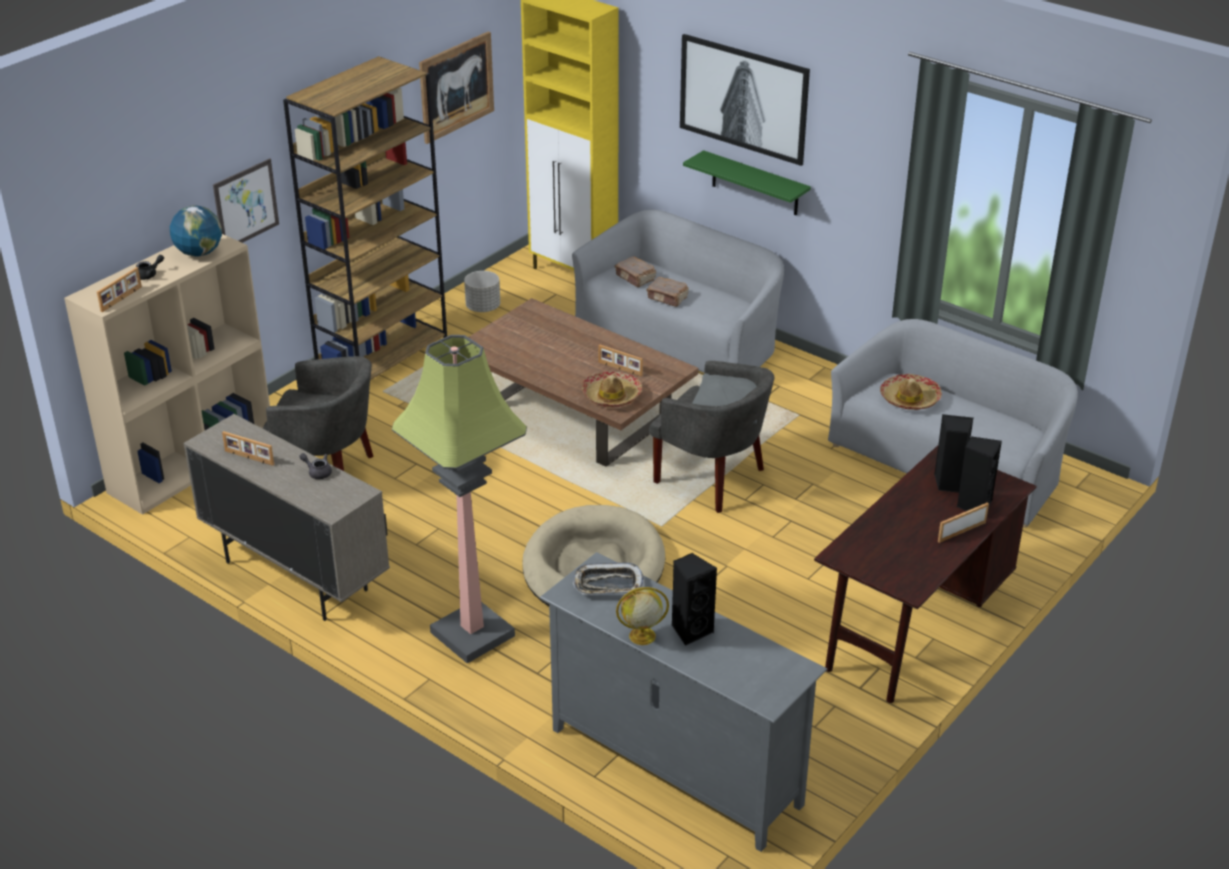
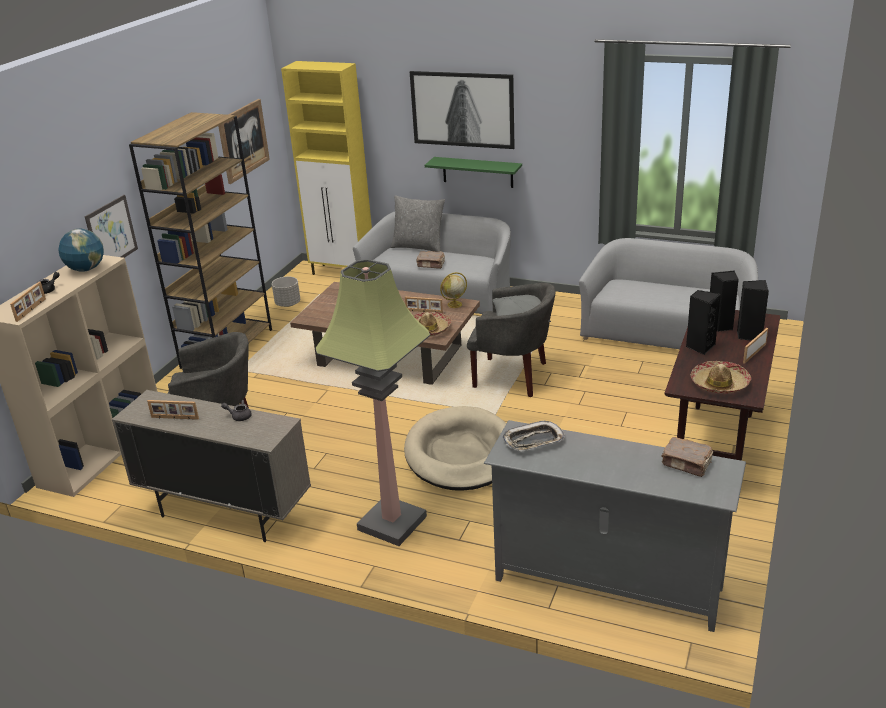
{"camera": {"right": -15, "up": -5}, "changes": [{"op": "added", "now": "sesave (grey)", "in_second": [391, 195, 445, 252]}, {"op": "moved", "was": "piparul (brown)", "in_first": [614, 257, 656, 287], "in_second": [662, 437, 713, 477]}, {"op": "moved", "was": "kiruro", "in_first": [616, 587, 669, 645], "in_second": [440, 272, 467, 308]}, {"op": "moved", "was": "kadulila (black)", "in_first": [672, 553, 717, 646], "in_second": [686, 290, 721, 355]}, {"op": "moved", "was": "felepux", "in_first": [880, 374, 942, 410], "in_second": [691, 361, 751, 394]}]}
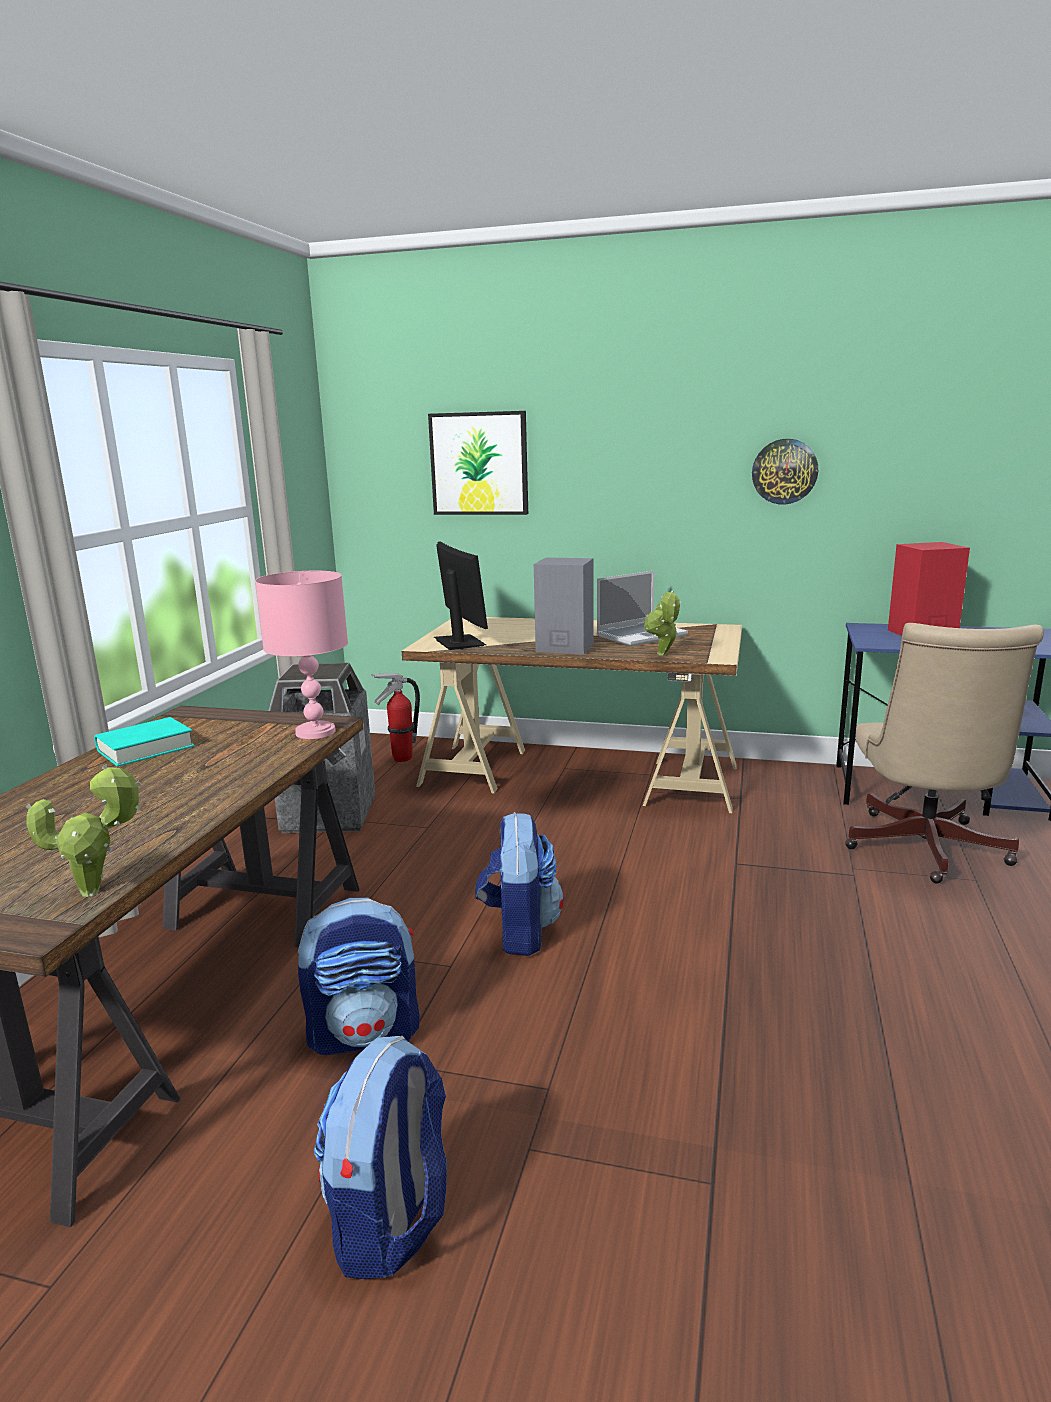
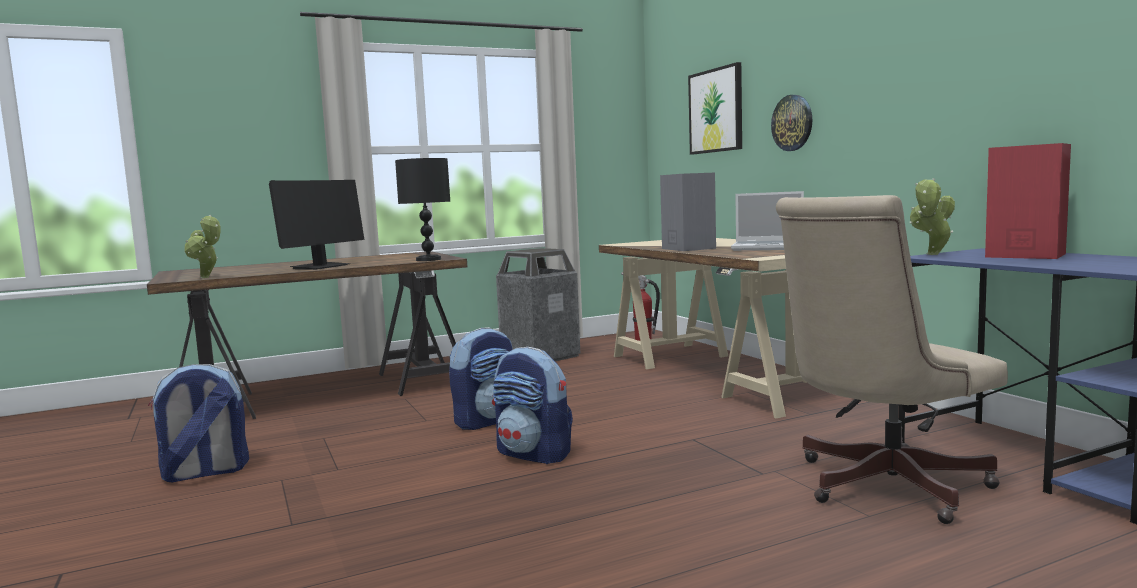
{"camera": {"right": 50, "up": -10}, "changes": [{"op": "removed", "was": "piparul (turquoise)", "in_first": [94, 717, 194, 767]}, {"op": "moved", "was": "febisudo", "in_first": [298, 897, 419, 1055], "in_second": [493, 347, 573, 464]}, {"op": "moved", "was": "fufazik", "in_first": [434, 541, 488, 650], "in_second": [269, 180, 364, 270]}, {"op": "moved", "was": "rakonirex", "in_first": [644, 591, 681, 655], "in_second": [910, 178, 955, 255]}, {"op": "moved", "was": "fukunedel", "in_first": [752, 439, 818, 504], "in_second": [771, 95, 812, 151]}, {"op": "recoloured", "was": "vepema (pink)", "now": "vepema (black)", "in_first": [255, 571, 348, 739], "in_second": [395, 158, 451, 261]}]}
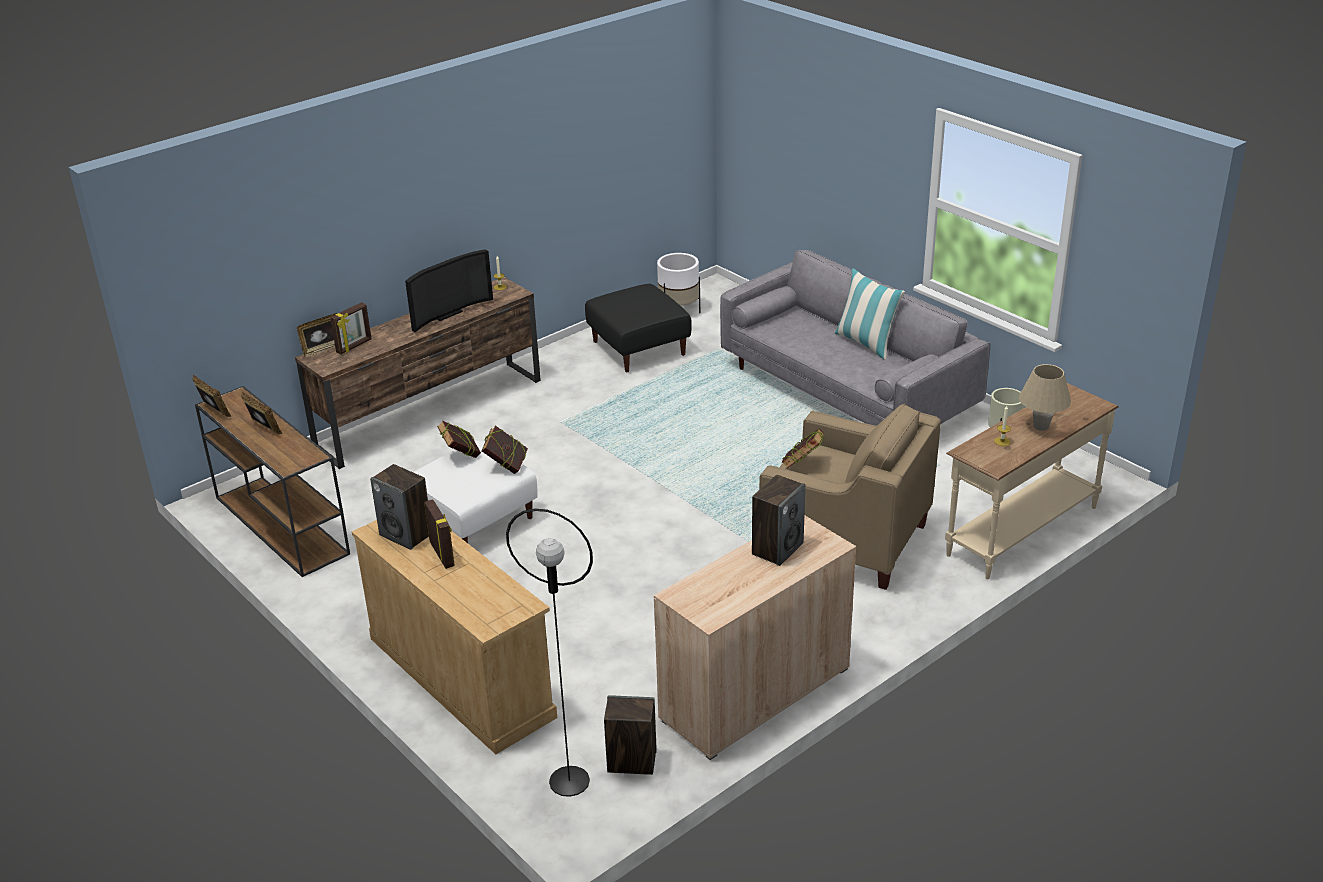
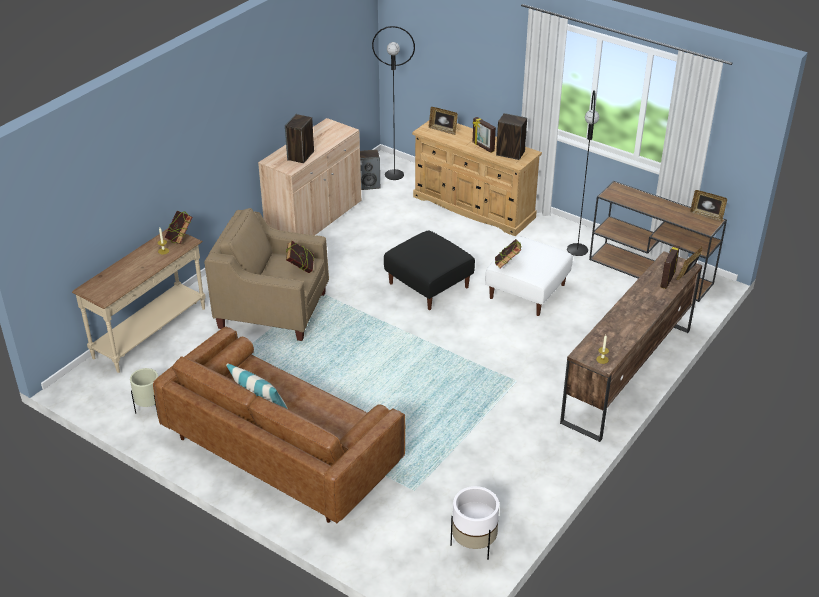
{"camera": {"right": 165, "up": 5}, "changes": [{"op": "removed", "was": "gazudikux", "in_first": [405, 249, 493, 332]}, {"op": "removed", "was": "vepema (beige)", "in_first": [1019, 364, 1071, 431]}, {"op": "added", "now": "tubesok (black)", "in_second": [567, 90, 600, 256]}, {"op": "moved", "was": "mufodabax", "in_first": [241, 392, 282, 434], "in_second": [429, 107, 458, 135]}, {"op": "moved", "was": "piparul", "in_first": [437, 421, 481, 458], "in_second": [164, 211, 192, 244]}, {"op": "moved", "was": "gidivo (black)", "in_first": [585, 284, 692, 372], "in_second": [384, 230, 475, 310]}, {"op": "recoloured", "was": "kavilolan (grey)", "now": "kavilolan (brown)", "in_first": [720, 250, 991, 426], "in_second": [153, 326, 405, 524]}]}
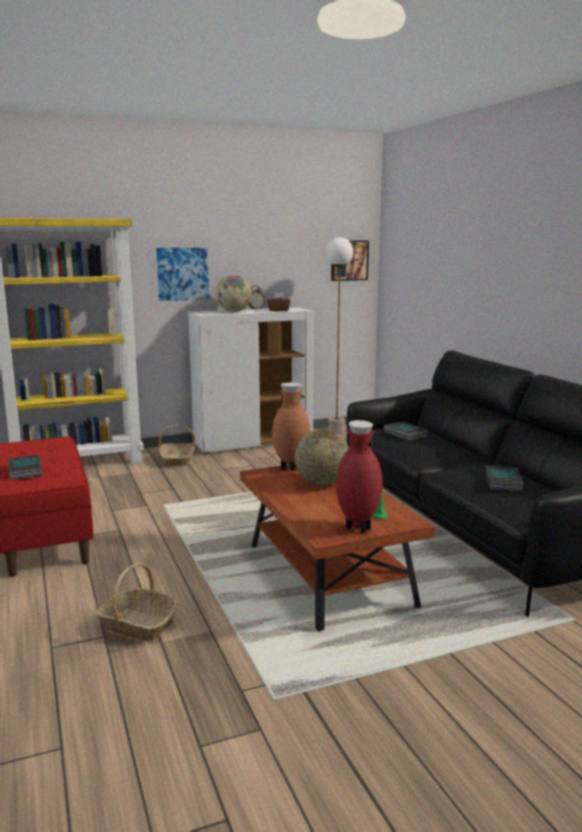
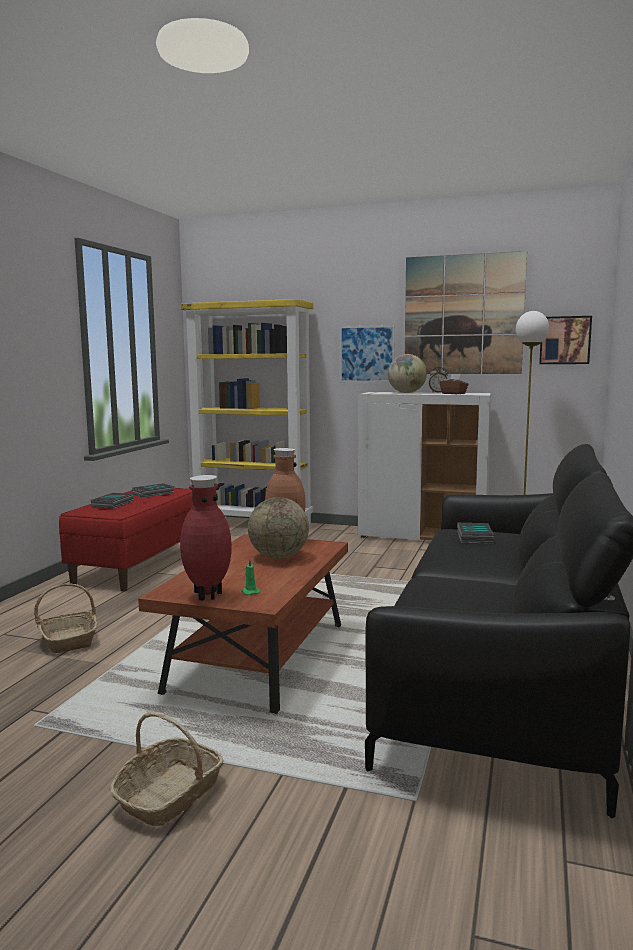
{"camera": {"right": 40, "up": -5}, "changes": [{"op": "added", "now": "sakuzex", "in_second": [405, 251, 527, 374]}, {"op": "moved", "was": "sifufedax", "in_first": [159, 425, 196, 466], "in_second": [109, 711, 224, 826]}, {"op": "moved", "was": "piparul", "in_first": [485, 466, 524, 492], "in_second": [132, 483, 175, 498]}]}
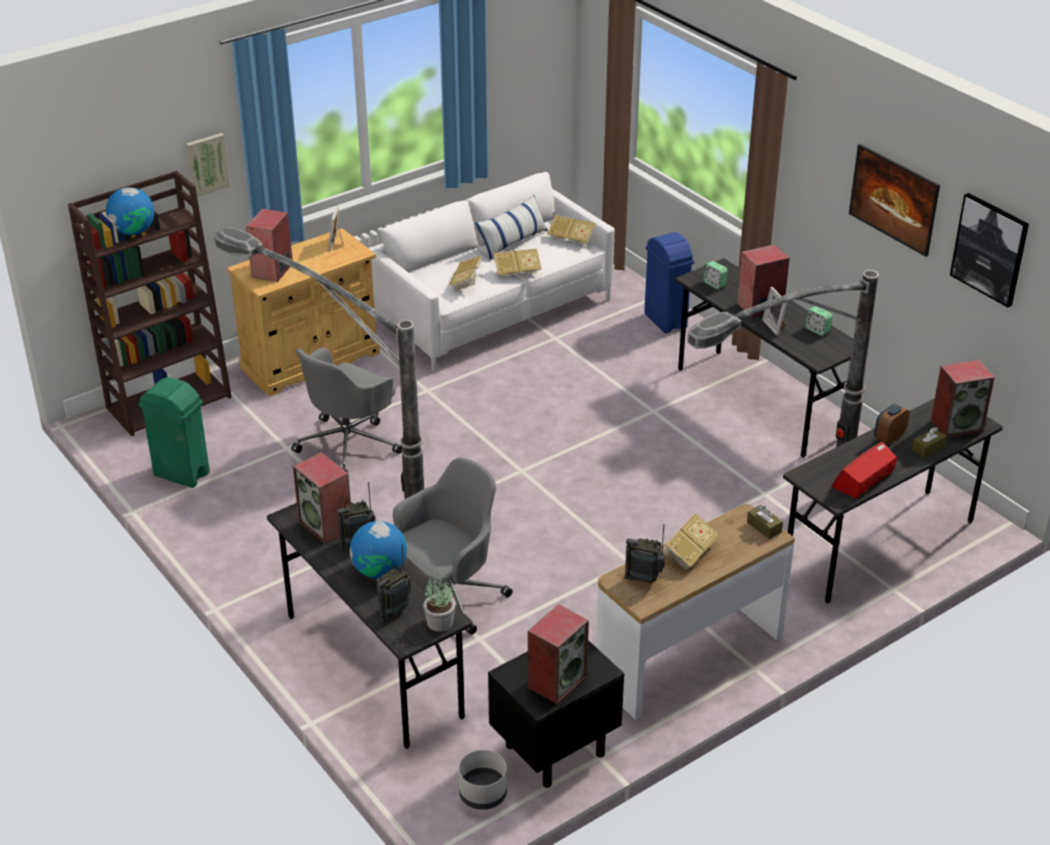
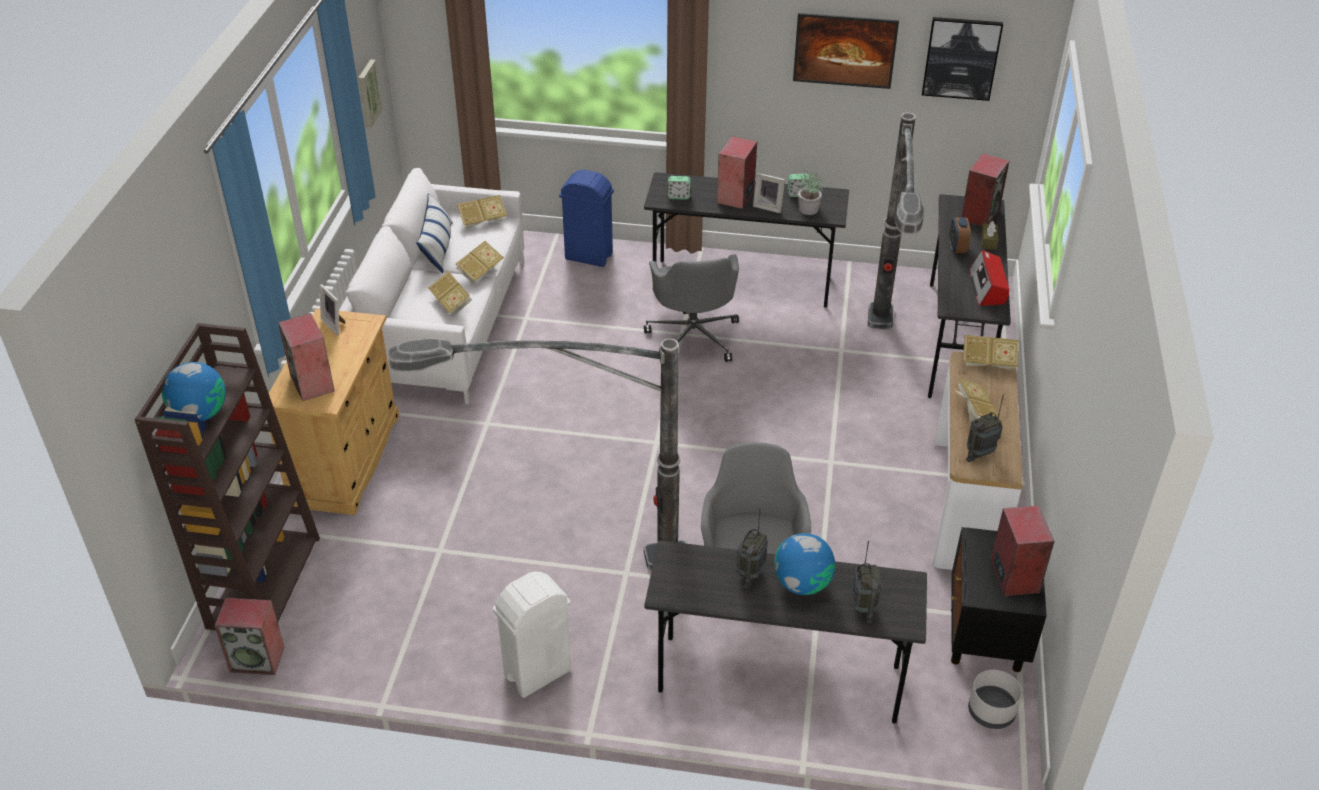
{"camera": {"right": -45, "up": 5}, "changes": [{"op": "removed", "was": "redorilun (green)", "in_first": [139, 377, 210, 488]}, {"op": "added", "now": "redorilun (white)", "in_second": [493, 572, 571, 698]}, {"op": "moved", "was": "sakuzex", "in_first": [186, 133, 230, 197], "in_second": [358, 59, 383, 128]}, {"op": "moved", "was": "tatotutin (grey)", "in_first": [292, 348, 403, 473], "in_second": [644, 254, 739, 362]}, {"op": "moved", "was": "kadulila", "in_first": [293, 452, 351, 544], "in_second": [214, 598, 284, 675]}, {"op": "moved", "was": "rakonirex", "in_first": [423, 572, 455, 632], "in_second": [798, 170, 823, 215]}, {"op": "replaced", "was": "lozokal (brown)", "now": "piparul", "in_first": [747, 505, 783, 539], "in_second": [963, 335, 1019, 370]}]}
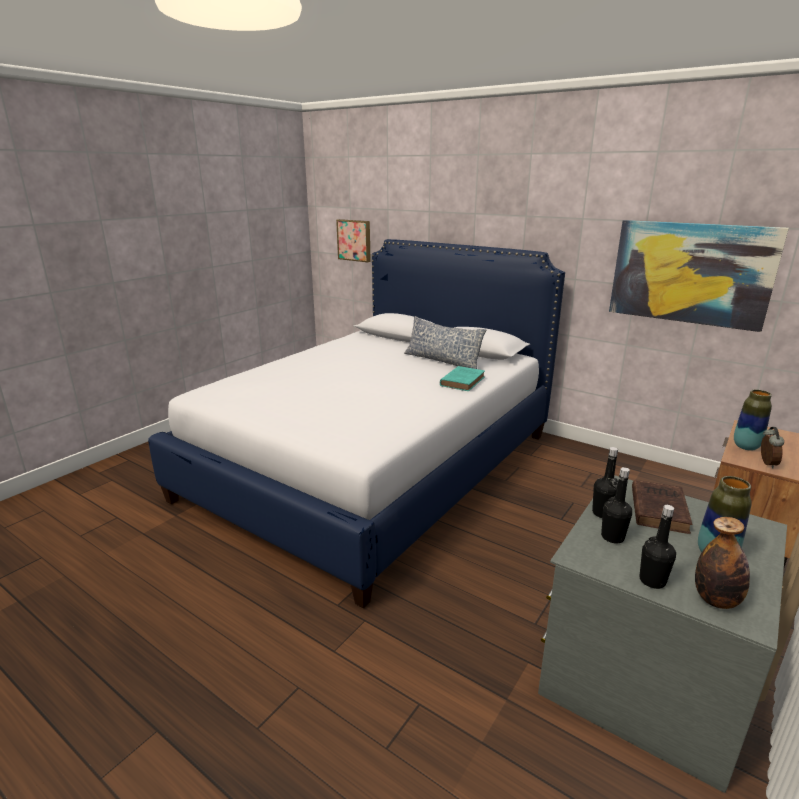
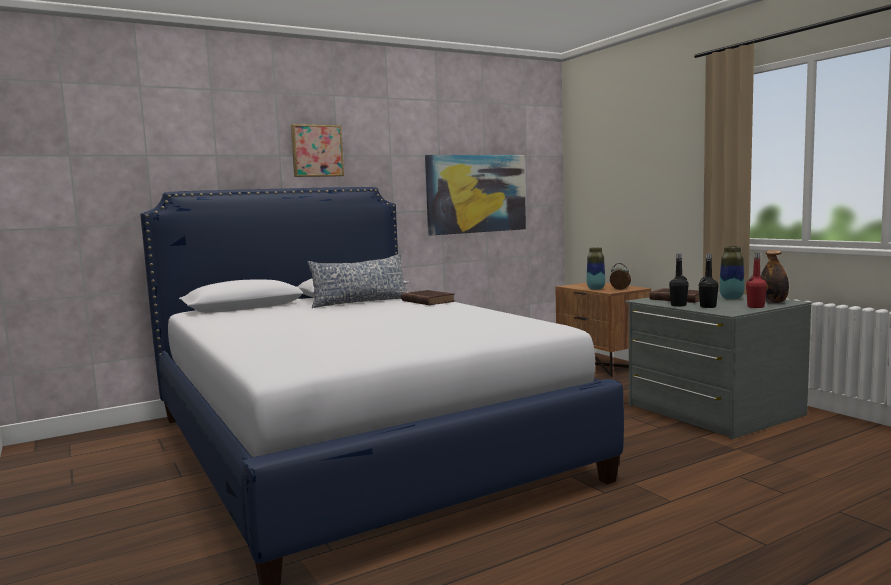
{"camera": {"right": -65, "up": -15}, "changes": [{"op": "moved", "was": "sakuzex", "in_first": [336, 219, 371, 262], "in_second": [291, 124, 344, 177]}, {"op": "recoloured", "was": "piparul (turquoise)", "now": "piparul (brown)", "in_first": [440, 366, 485, 391], "in_second": [401, 290, 455, 305]}, {"op": "recoloured", "was": "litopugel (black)", "now": "litopugel (red)", "in_first": [639, 505, 676, 589], "in_second": [746, 253, 767, 308]}]}
